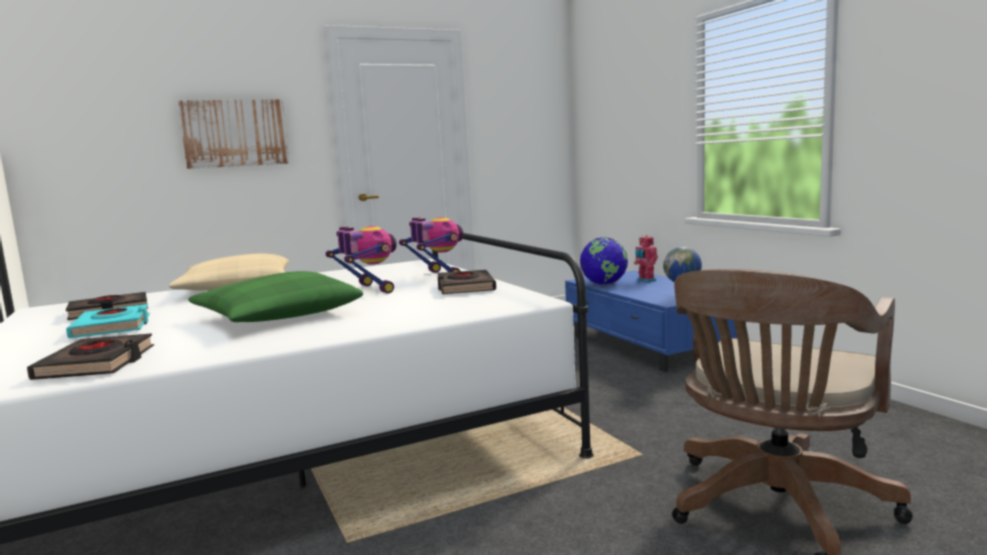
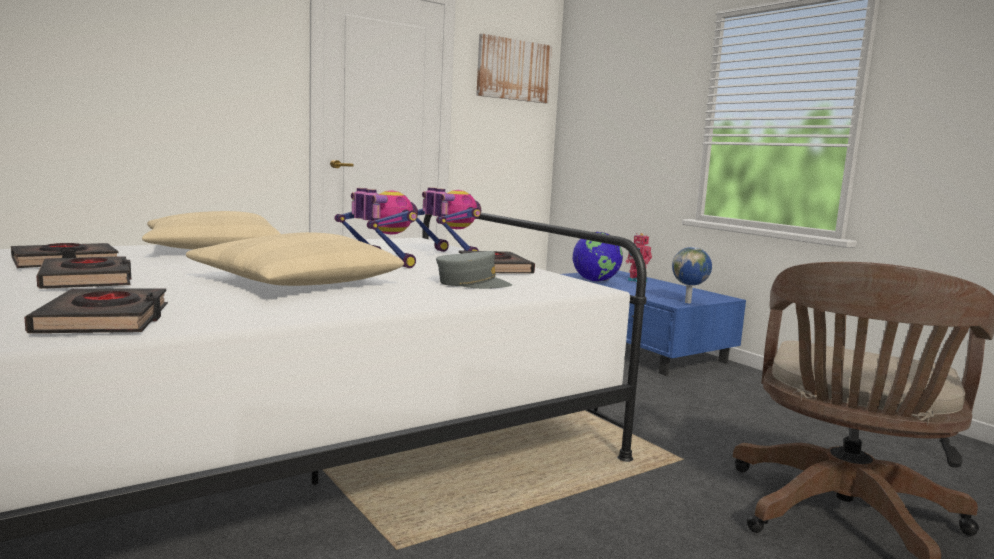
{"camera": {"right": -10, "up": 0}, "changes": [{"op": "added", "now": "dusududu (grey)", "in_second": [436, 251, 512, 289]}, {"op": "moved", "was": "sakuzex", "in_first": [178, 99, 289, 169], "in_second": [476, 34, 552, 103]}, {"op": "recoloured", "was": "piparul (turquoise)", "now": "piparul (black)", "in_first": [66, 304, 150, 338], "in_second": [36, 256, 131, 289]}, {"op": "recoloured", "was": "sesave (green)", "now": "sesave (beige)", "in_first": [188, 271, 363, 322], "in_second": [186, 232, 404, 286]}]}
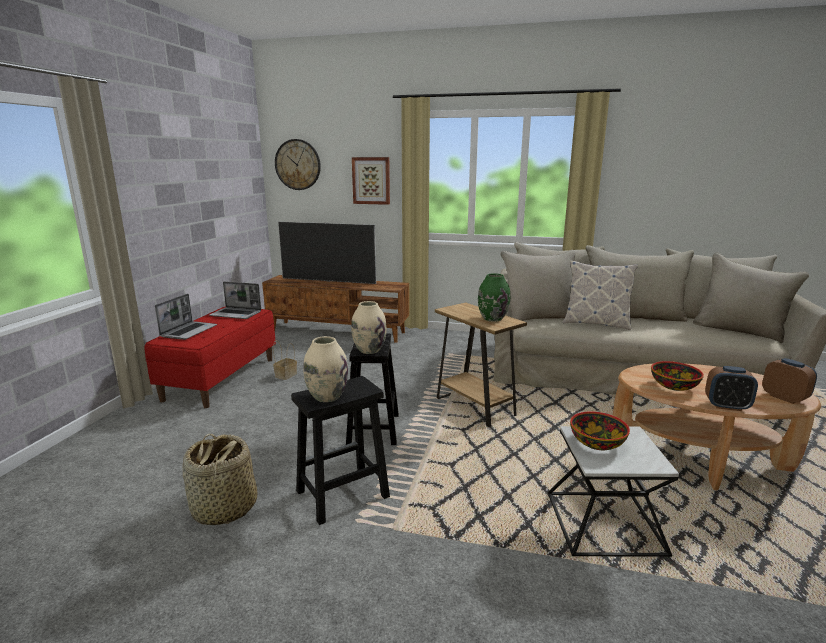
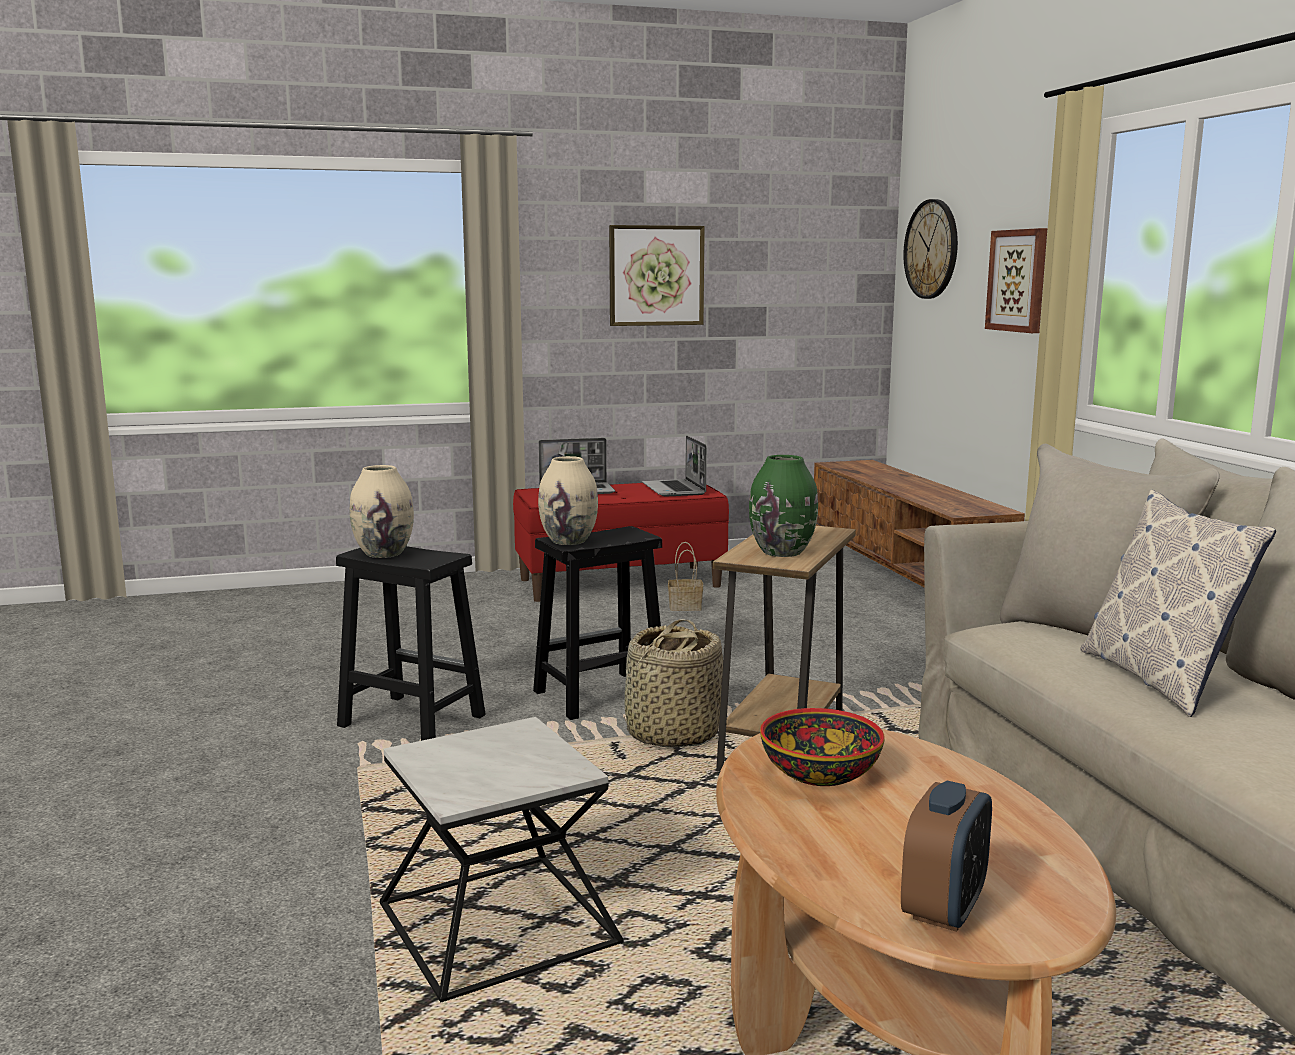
{"camera": {"right": 60, "up": -5}, "changes": [{"op": "removed", "was": "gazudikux", "in_first": [278, 222, 376, 284]}, {"op": "removed", "was": "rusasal", "in_first": [570, 411, 630, 450]}, {"op": "removed", "was": "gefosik", "in_first": [705, 366, 758, 411]}, {"op": "added", "now": "sakuzex", "in_second": [609, 225, 705, 326]}, {"op": "moved", "was": "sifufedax", "in_first": [182, 434, 257, 525], "in_second": [624, 619, 723, 747]}]}
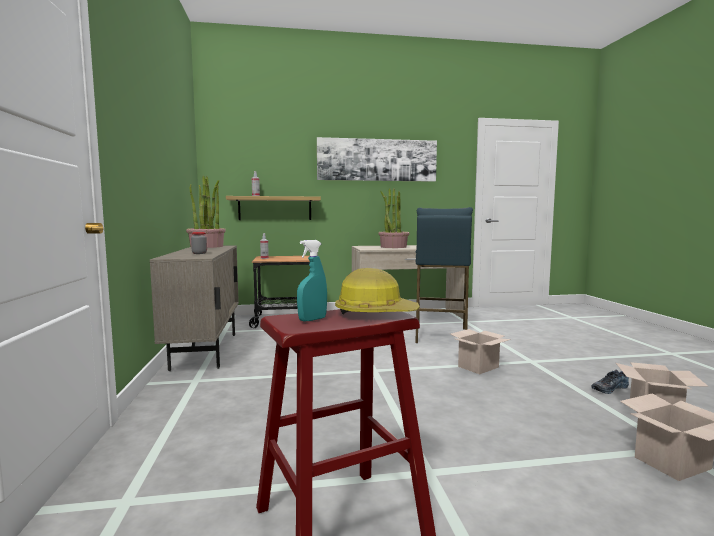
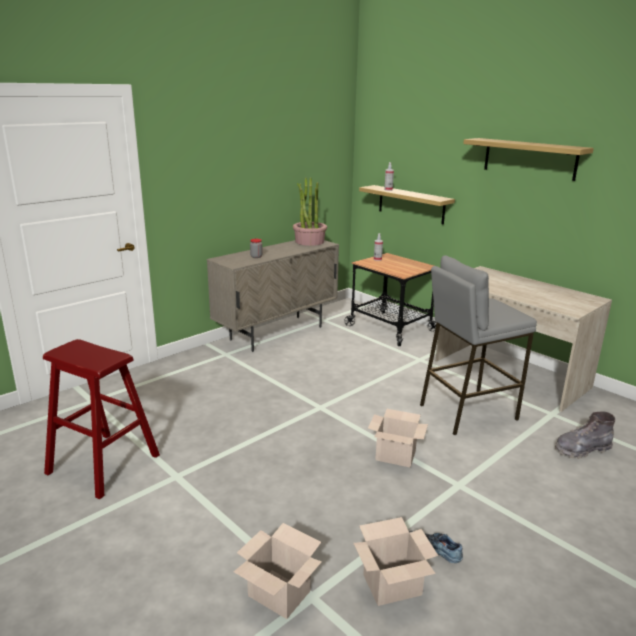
{"camera": {"right": 55, "up": 15}, "changes": [{"op": "removed", "was": "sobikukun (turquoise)", "in_first": [297, 240, 327, 322]}, {"op": "removed", "was": "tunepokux", "in_first": [335, 268, 420, 315]}, {"op": "removed", "was": "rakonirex", "in_first": [378, 188, 409, 248]}, {"op": "added", "now": "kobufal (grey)", "in_second": [555, 411, 615, 459]}, {"op": "replaced", "was": "sakuzex", "now": "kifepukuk", "in_first": [317, 137, 437, 182], "in_second": [463, 138, 594, 181]}, {"op": "recoloured", "was": "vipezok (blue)", "now": "vipezok (grey)", "in_first": [415, 207, 473, 343], "in_second": [420, 255, 537, 435]}]}
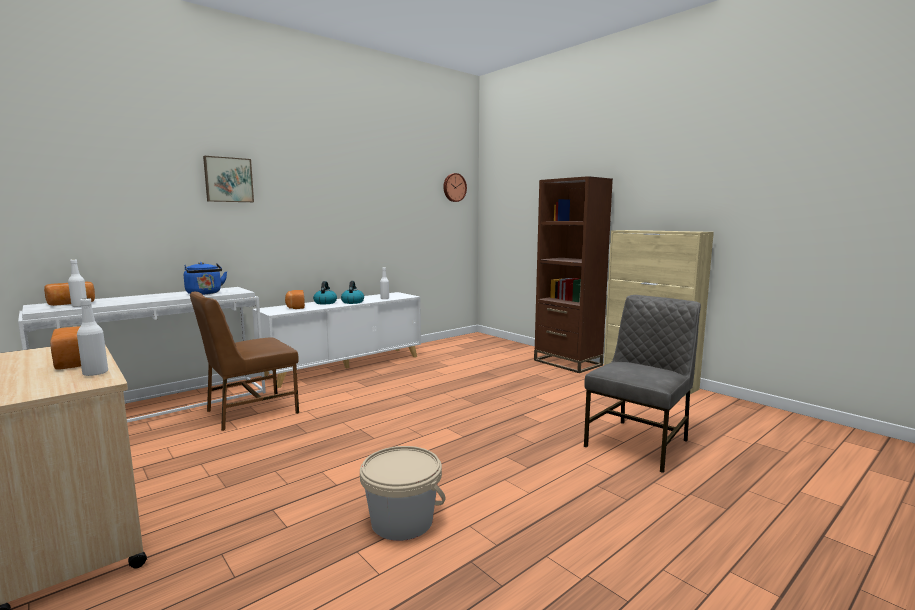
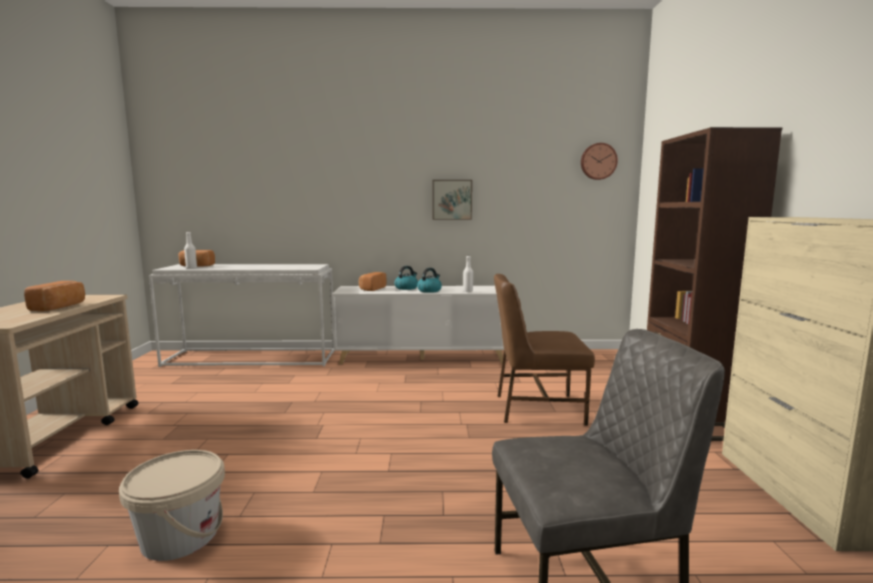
{"camera": {"right": 40, "up": 0}, "changes": [{"op": "removed", "was": "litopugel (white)", "in_first": [77, 298, 108, 376]}, {"op": "removed", "was": "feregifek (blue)", "in_first": [184, 262, 227, 295]}, {"op": "moved", "was": "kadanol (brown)", "in_first": [190, 292, 299, 431], "in_second": [494, 274, 595, 426]}, {"op": "moved", "was": "sakuzex", "in_first": [203, 156, 254, 202], "in_second": [432, 180, 472, 220]}]}
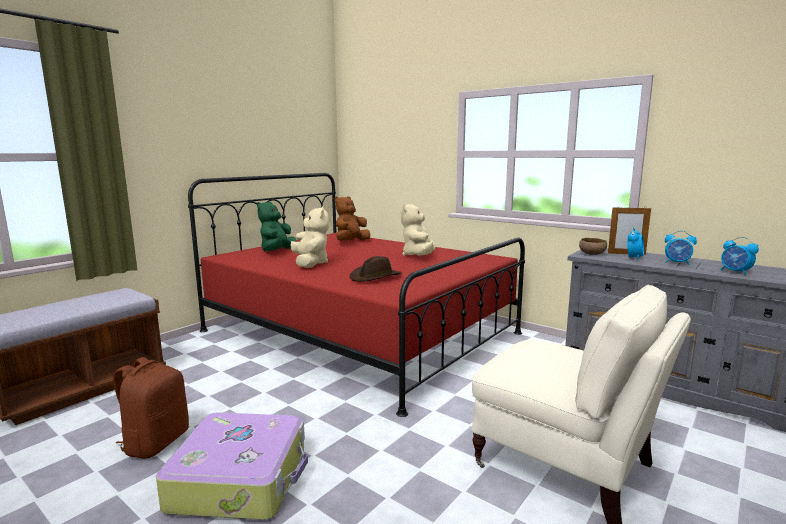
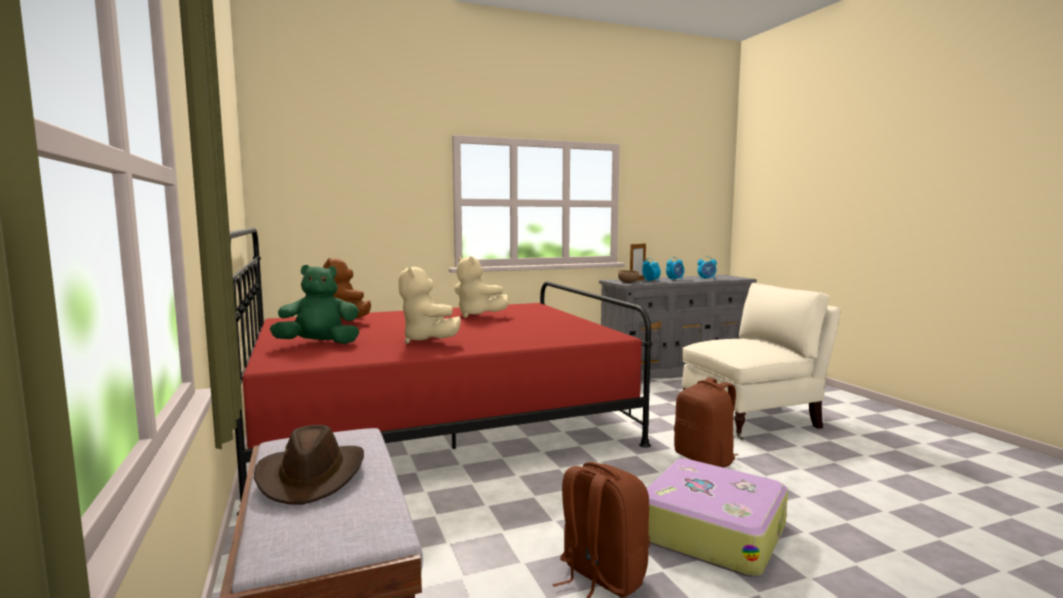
{"camera": {"right": -60, "up": -5}, "changes": [{"op": "added", "now": "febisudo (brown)", "in_second": [674, 377, 738, 468]}, {"op": "moved", "was": "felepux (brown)", "in_first": [350, 256, 402, 282], "in_second": [254, 425, 364, 505]}, {"op": "turned", "was": "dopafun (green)", "in_first": [257, 201, 297, 251], "in_second": [270, 265, 359, 344], "clockwise": 120}, {"op": "turned", "was": "dopafun (beige)", "in_first": [290, 206, 329, 268], "in_second": [399, 266, 461, 344], "clockwise": -135}]}
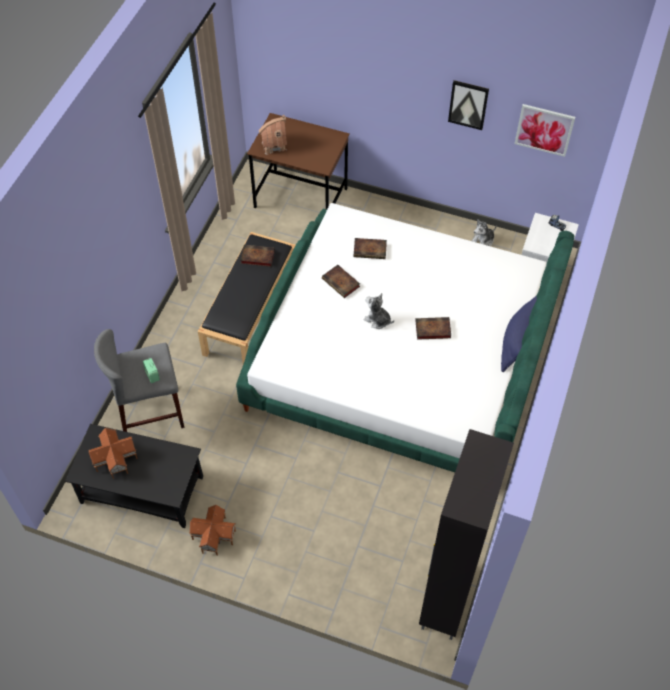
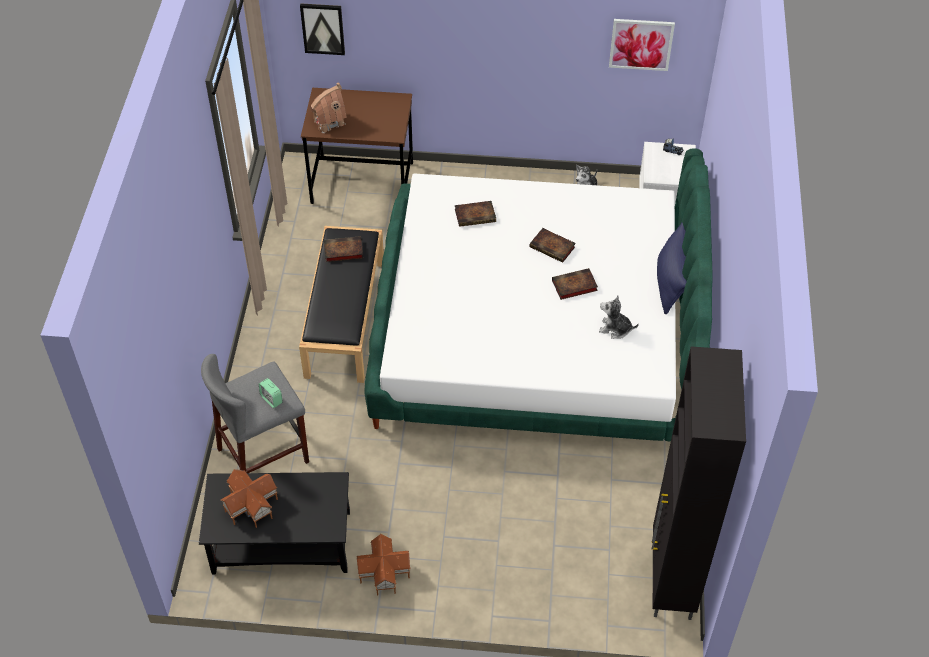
{"camera": {"right": -15, "up": -5}, "changes": [{"op": "moved", "was": "piparul", "in_first": [322, 265, 360, 298], "in_second": [529, 228, 576, 263]}, {"op": "moved", "was": "dopafun", "in_first": [364, 293, 394, 329], "in_second": [599, 295, 639, 339]}, {"op": "moved", "was": "sakuzex", "in_first": [448, 80, 489, 130], "in_second": [300, 3, 345, 55]}]}
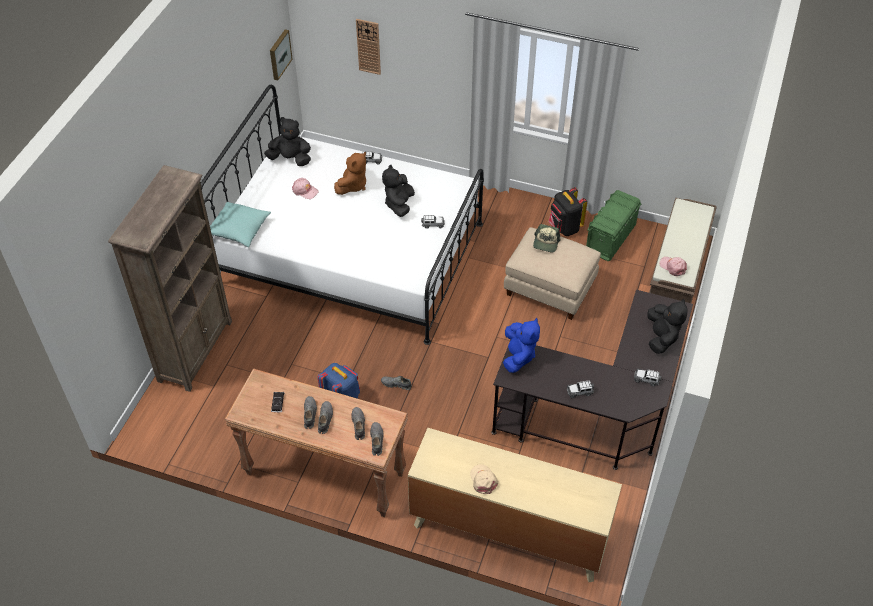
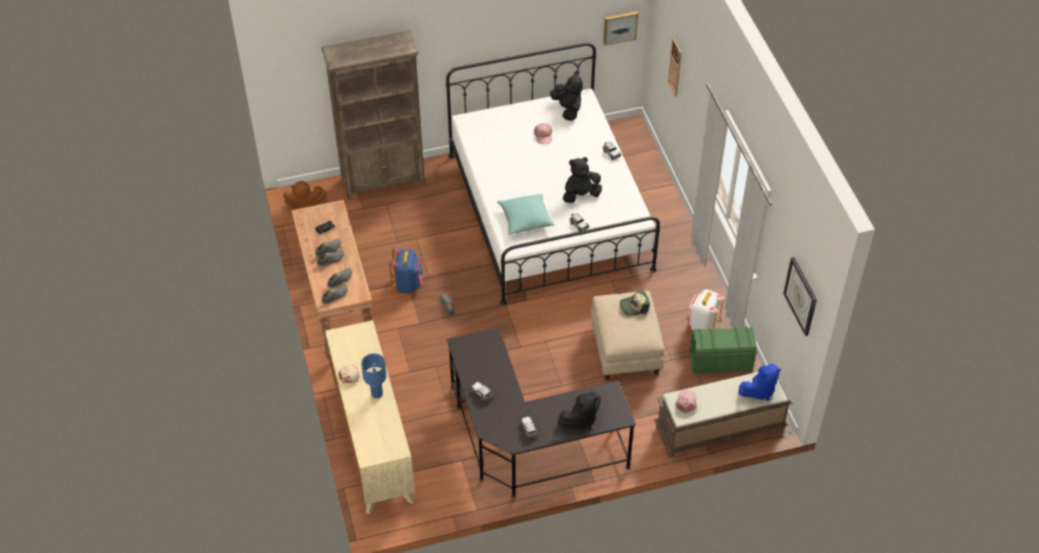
{"camera": {"right": 55, "up": 0}, "changes": [{"op": "added", "now": "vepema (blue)", "in_second": [361, 353, 387, 398]}, {"op": "added", "now": "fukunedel", "in_second": [783, 257, 817, 336]}, {"op": "moved", "was": "sesave (turquoise)", "in_first": [210, 202, 271, 247], "in_second": [497, 194, 555, 235]}, {"op": "moved", "was": "dopafun (brown)", "in_first": [334, 152, 366, 195], "in_second": [283, 181, 327, 209]}, {"op": "moved", "was": "dopafun (blue)", "in_first": [503, 318, 540, 373], "in_second": [738, 364, 781, 401]}, {"op": "recoloured", "was": "febisudo (black)", "now": "febisudo (white)", "in_first": [549, 187, 587, 236], "in_second": [687, 290, 724, 331]}]}
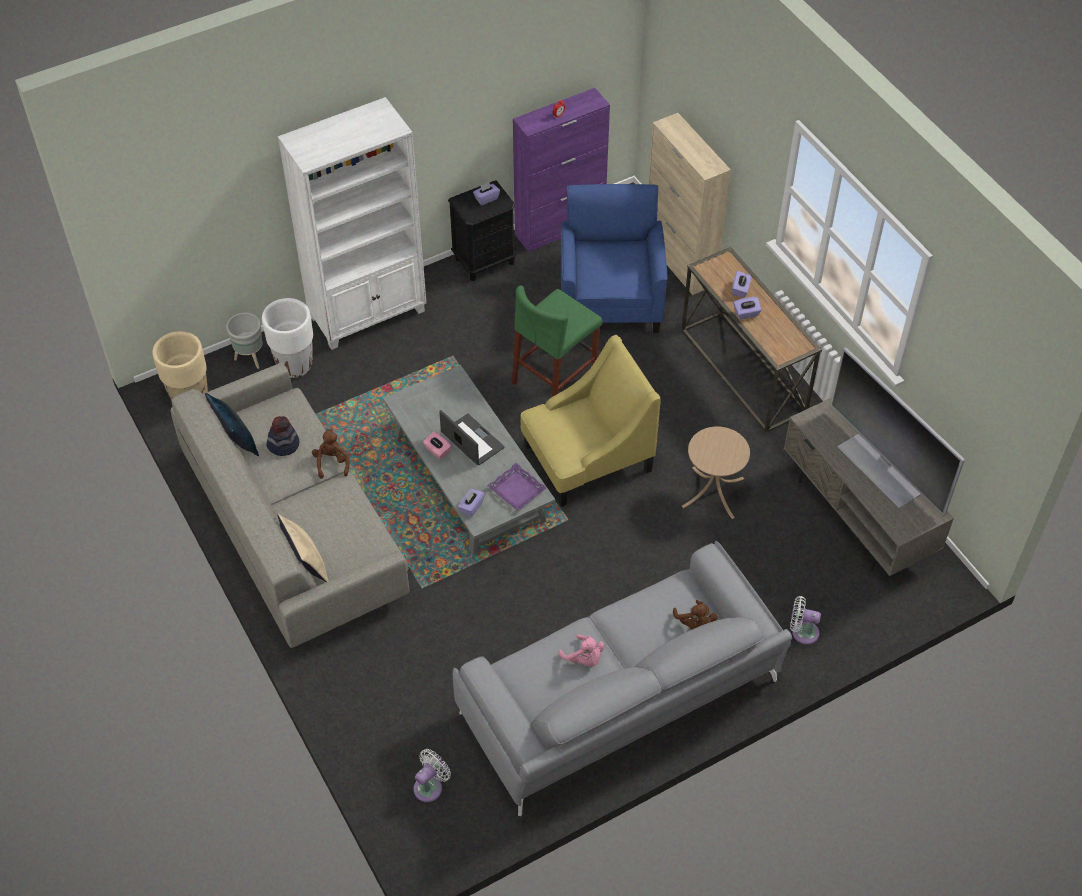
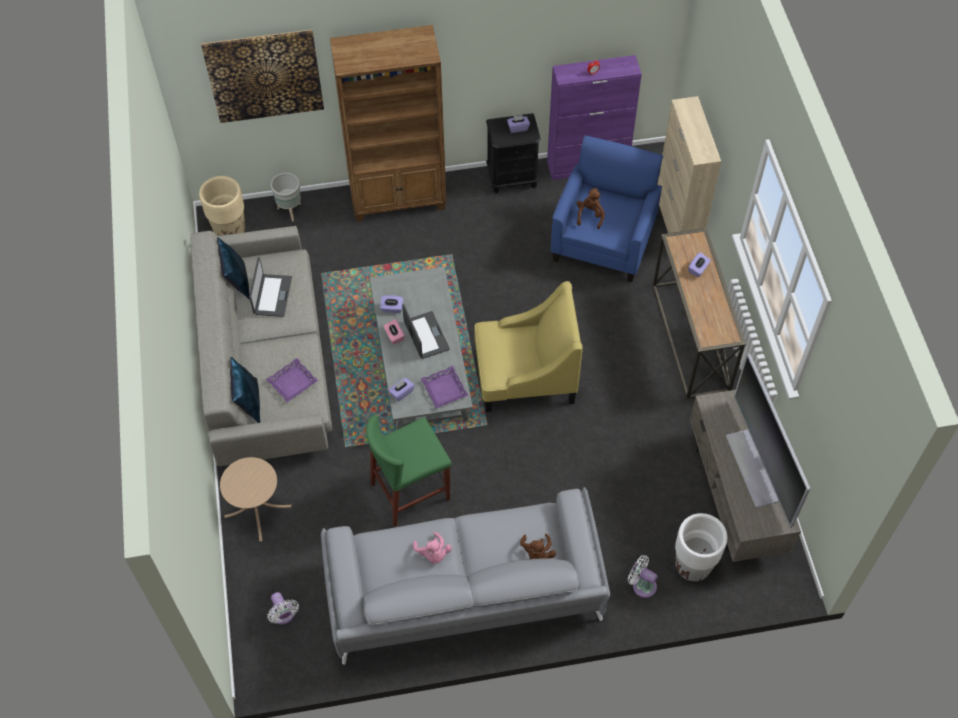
{"camera": {"right": 20, "up": 5}, "changes": [{"op": "added", "now": "sakuzex", "in_second": [201, 30, 324, 123]}, {"op": "added", "now": "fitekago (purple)", "in_second": [266, 358, 318, 402]}, {"op": "moved", "was": "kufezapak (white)", "in_first": [262, 298, 313, 378], "in_second": [675, 513, 727, 581]}, {"op": "moved", "was": "dopafun (brown)", "in_first": [312, 429, 350, 479], "in_second": [577, 188, 605, 229]}, {"op": "moved", "was": "vipezok (green)", "in_first": [512, 285, 603, 397], "in_second": [365, 415, 452, 527]}, {"op": "moved", "was": "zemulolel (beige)", "in_first": [682, 426, 750, 519], "in_second": [220, 457, 291, 542]}, {"op": "moved", "was": "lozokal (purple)", "in_first": [733, 297, 762, 319], "in_second": [380, 295, 403, 313]}, {"op": "replaced", "was": "felepux", "now": "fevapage", "in_first": [266, 416, 300, 456], "in_second": [249, 257, 292, 317]}, {"op": "recoloured", "was": "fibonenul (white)", "now": "fibonenul (brown)", "in_first": [278, 97, 427, 350], "in_second": [330, 25, 446, 222]}, {"op": "recoloured", "was": "sesave (beige)", "now": "sesave (blue)", "in_first": [278, 514, 329, 582], "in_second": [230, 357, 260, 423]}, {"op": "turned", "was": "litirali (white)", "in_first": [414, 749, 451, 802], "in_second": [267, 592, 299, 625], "clockwise": 90}]}
